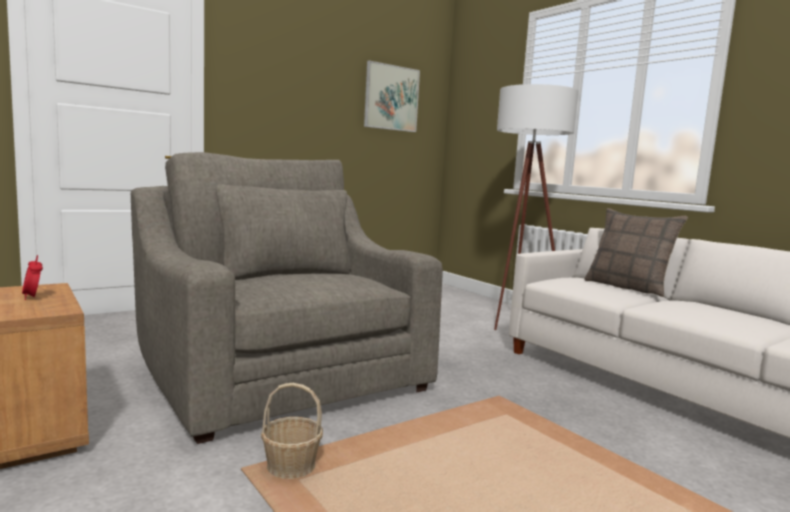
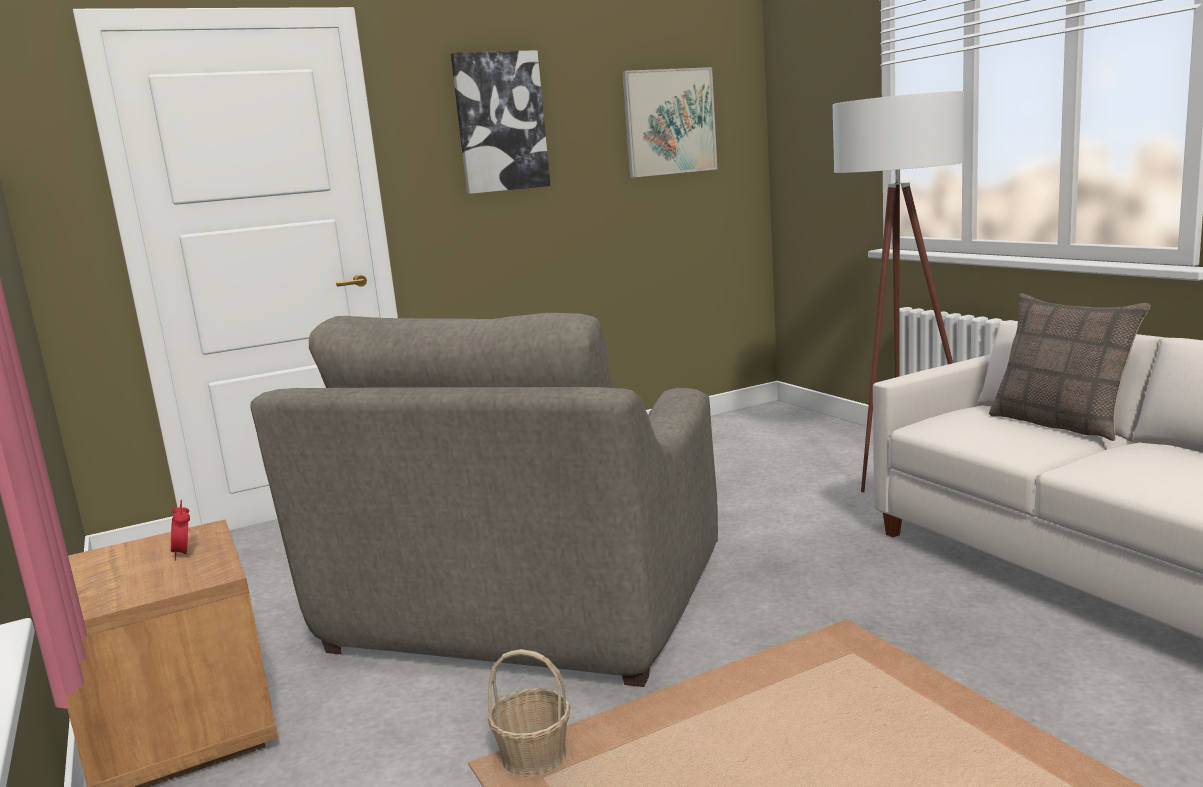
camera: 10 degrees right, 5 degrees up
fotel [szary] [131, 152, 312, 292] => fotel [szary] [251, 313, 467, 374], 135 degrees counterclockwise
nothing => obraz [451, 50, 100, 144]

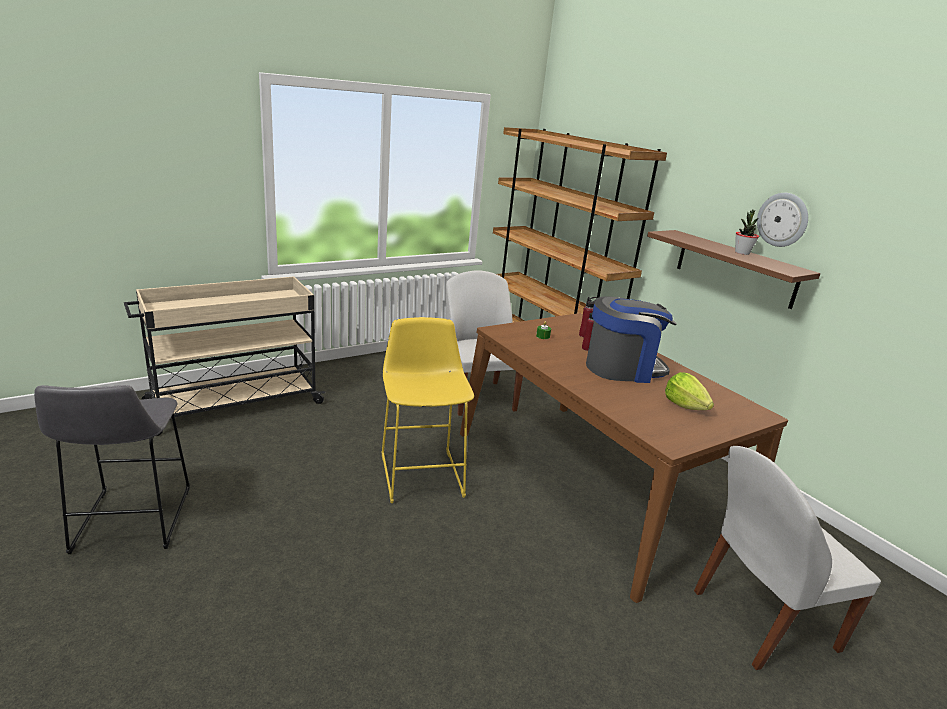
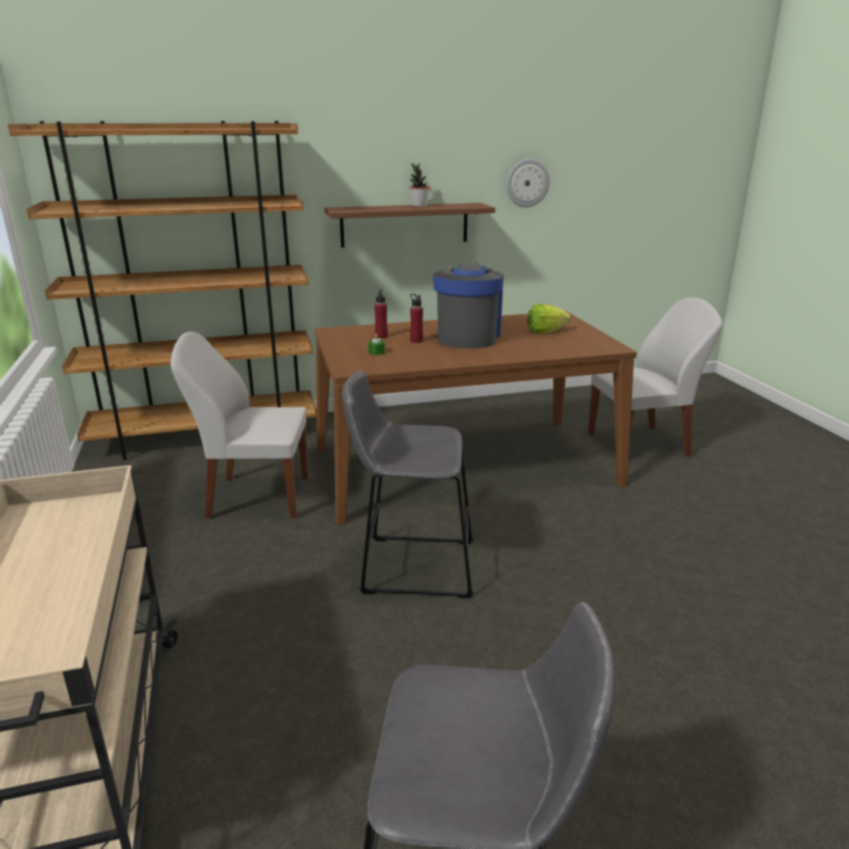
camera: 70 degrees left, 0 degrees up
stołek [żółty] [382, 317, 92, 186] => stołek [szary] [342, 370, 132, 228]
krzesło [biały] [694, 446, 187, 224] => krzesło [biały] [588, 298, 134, 159], 105 degrees counterclockwise
zegar ścienny [757, 193, 51, 54] => zegar ścienny [506, 158, 44, 49], shifted

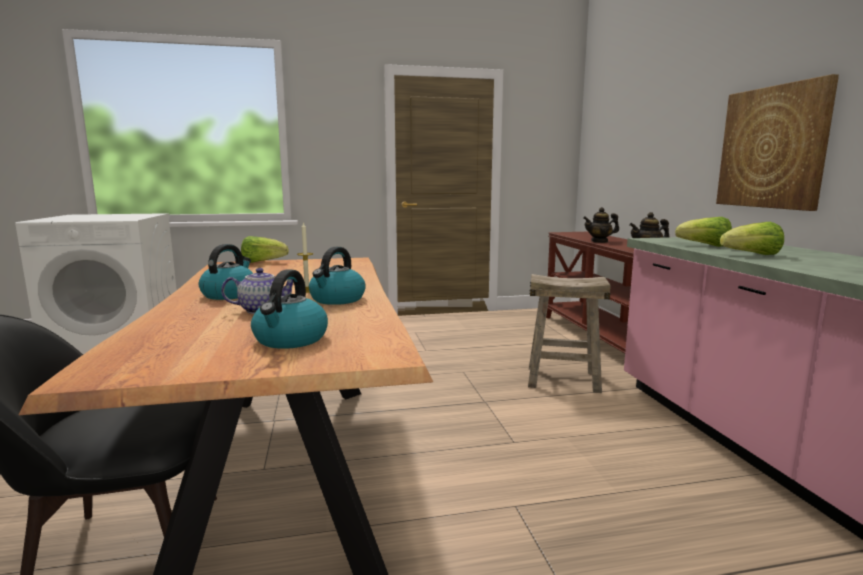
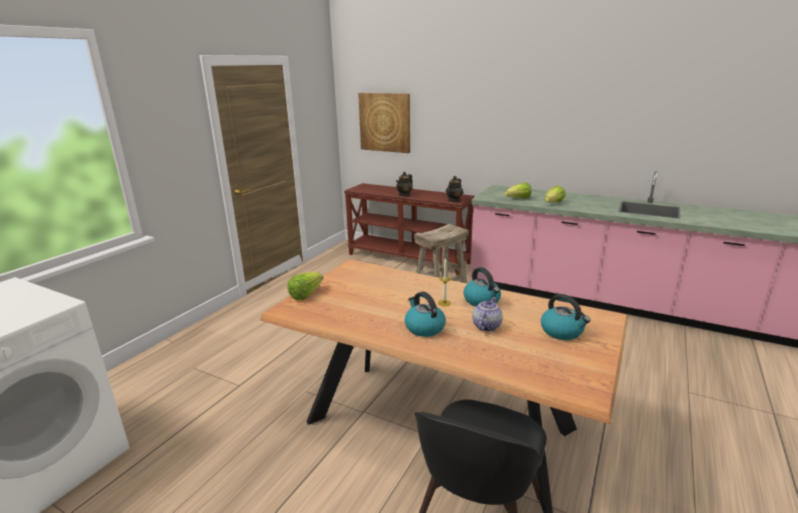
camera: 50 degrees left, 10 degrees up
obraz [716, 74, 123, 137] => obraz [358, 93, 52, 60], shifted

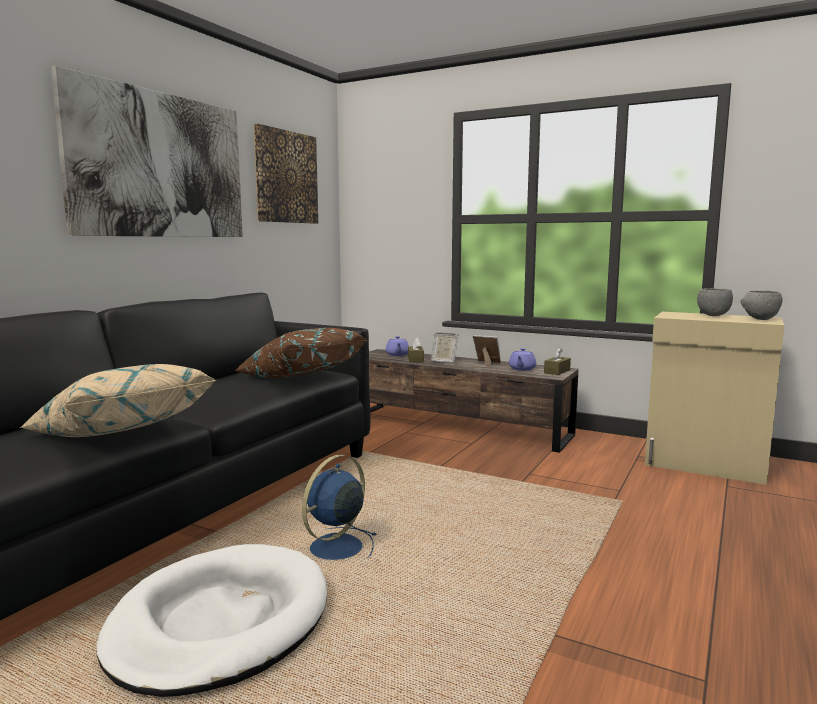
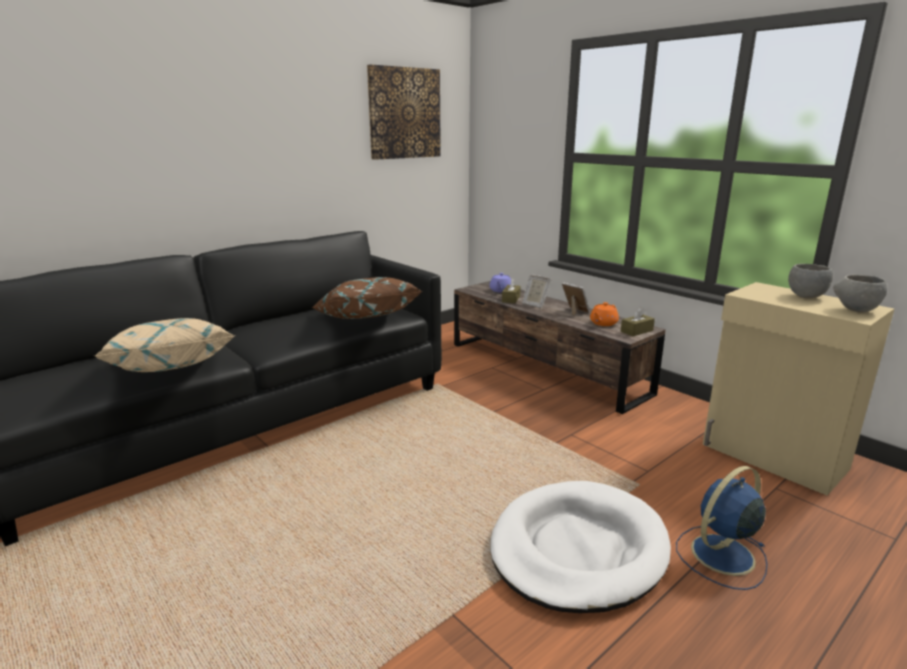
camera: 20 degrees right, 10 degrees up
obraz [51, 66, 192, 171] => nothing
legowisko [biały] [96, 544, 231, 153] => legowisko [biały] [490, 481, 181, 132], shifted
wentylator [niebieski] [302, 455, 75, 105] => wentylator [niebieski] [676, 466, 91, 124], shifted
imbryk [fioletowy] [509, 348, 27, 23] => imbryk [pomarańczowy] [590, 302, 29, 24]

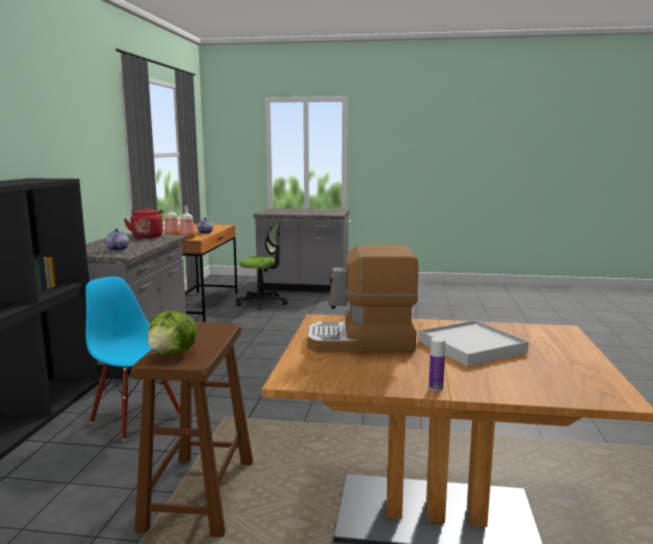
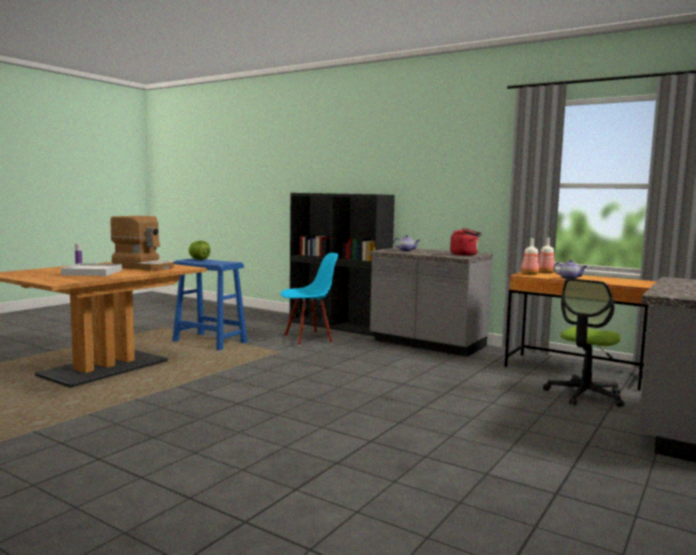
camera: 115 degrees right, 5 degrees down
stołek [brązowy] [131, 322, 122, 215] => stołek [niebieski] [172, 258, 76, 92]
ekspres do kawy [307, 245, 112, 107] => ekspres do kawy [110, 216, 64, 55], 90 degrees clockwise

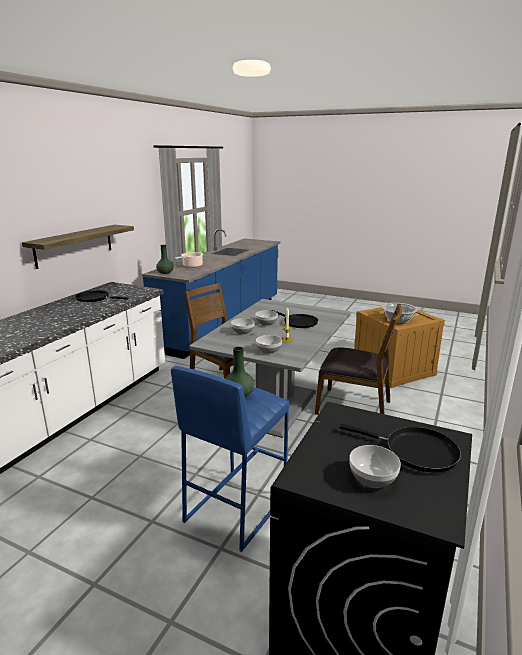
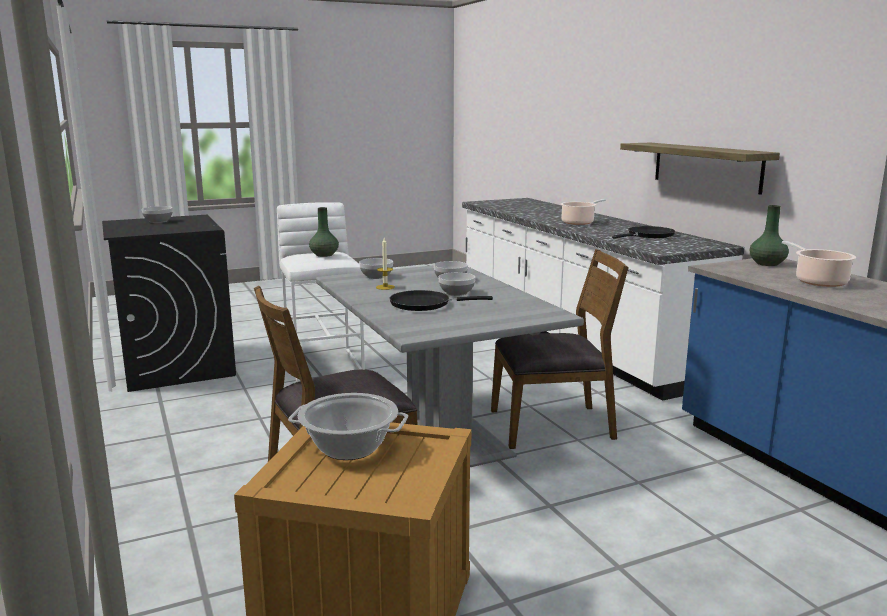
camera: 130 degrees right, 5 degrees down
stołek [niebieski] [171, 366, 118, 186] => stołek [biały] [277, 202, 88, 180]
patelnia [czarny] [340, 424, 121, 48] => nothing
nothing => garnek [561, 199, 45, 26]

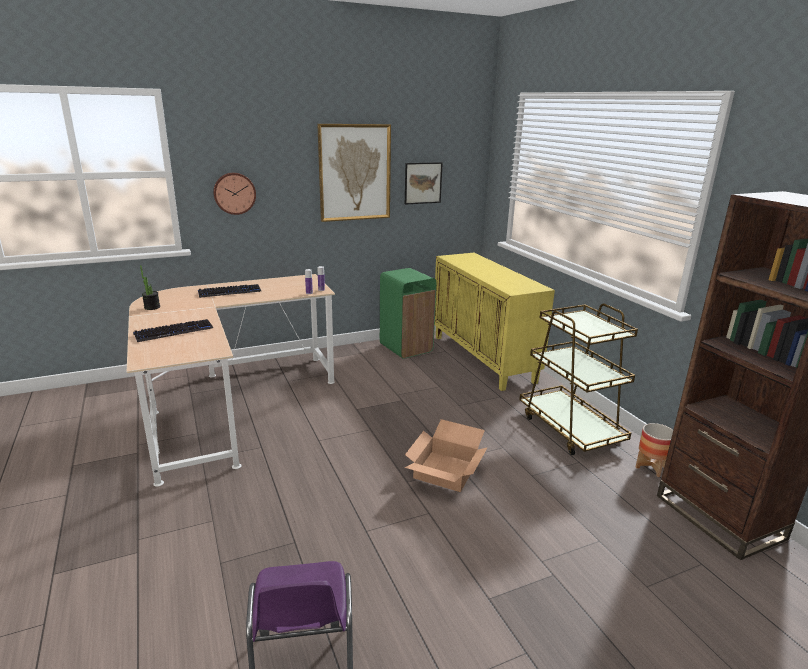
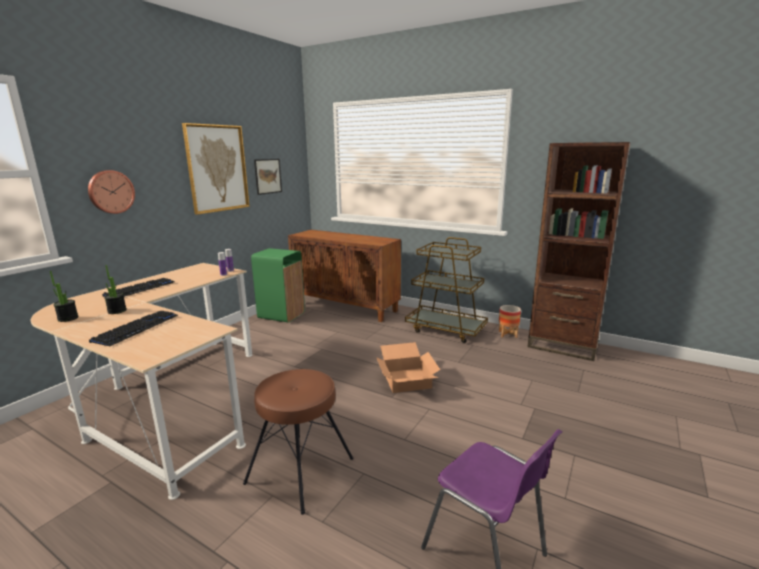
camera: 35 degrees left, 5 degrees down
szafka [żółty] [435, 253, 120, 138] => szafka [brązowy] [288, 230, 113, 92]
nothing => roślina doniczkowa [104, 265, 23, 49]
nothing => stołek [brązowy] [243, 369, 111, 146]

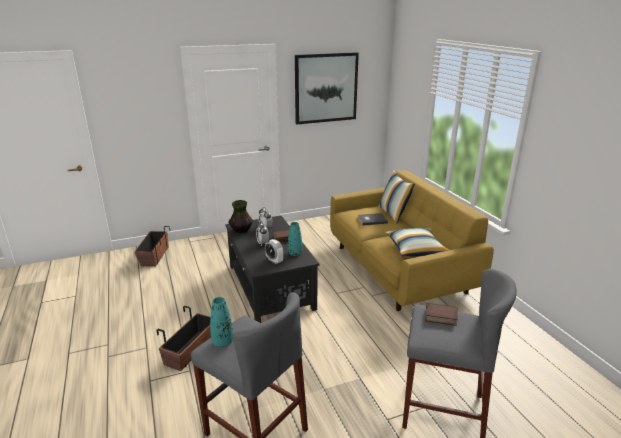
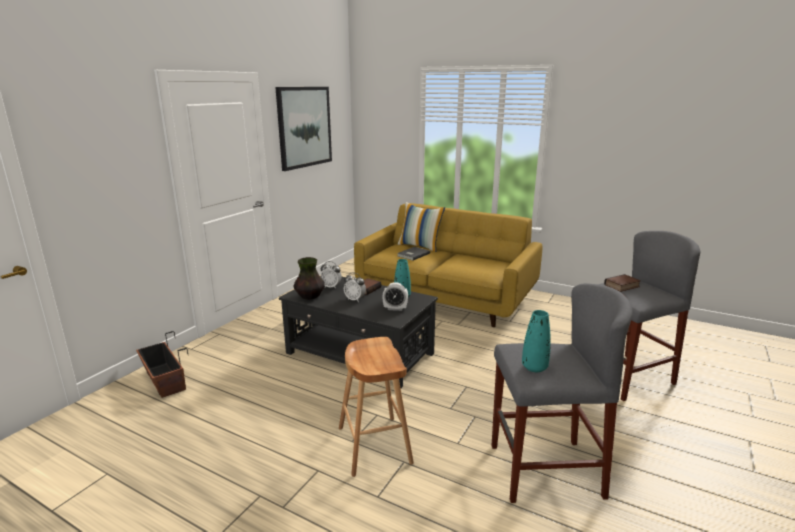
camera: 40 degrees left, 5 degrees down
donica [156, 306, 55, 65] => stołek [brązowy] [339, 337, 75, 140]
poduszka [385, 228, 64, 29] => nothing

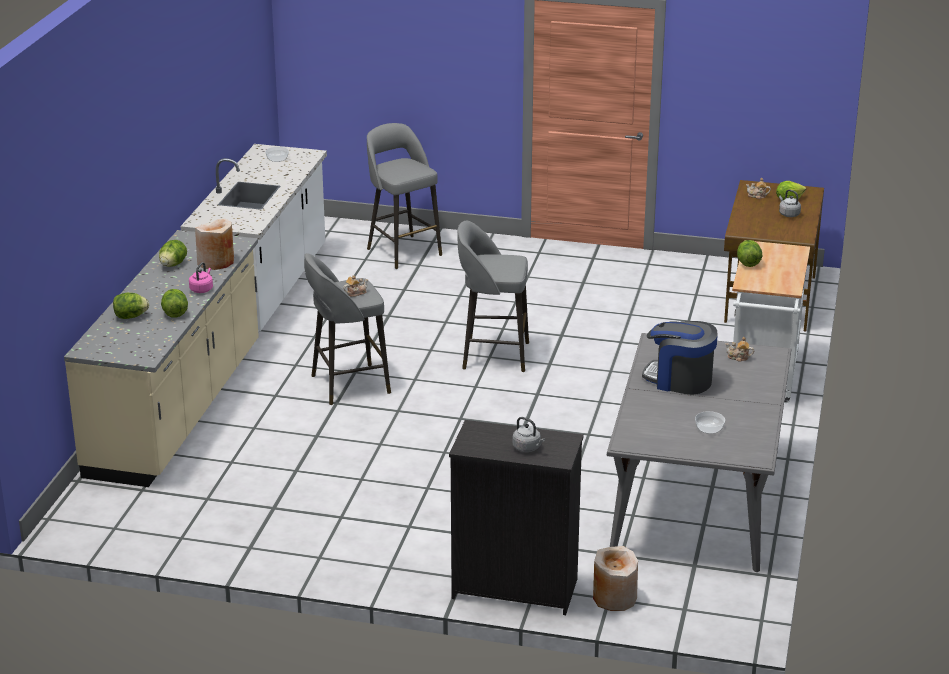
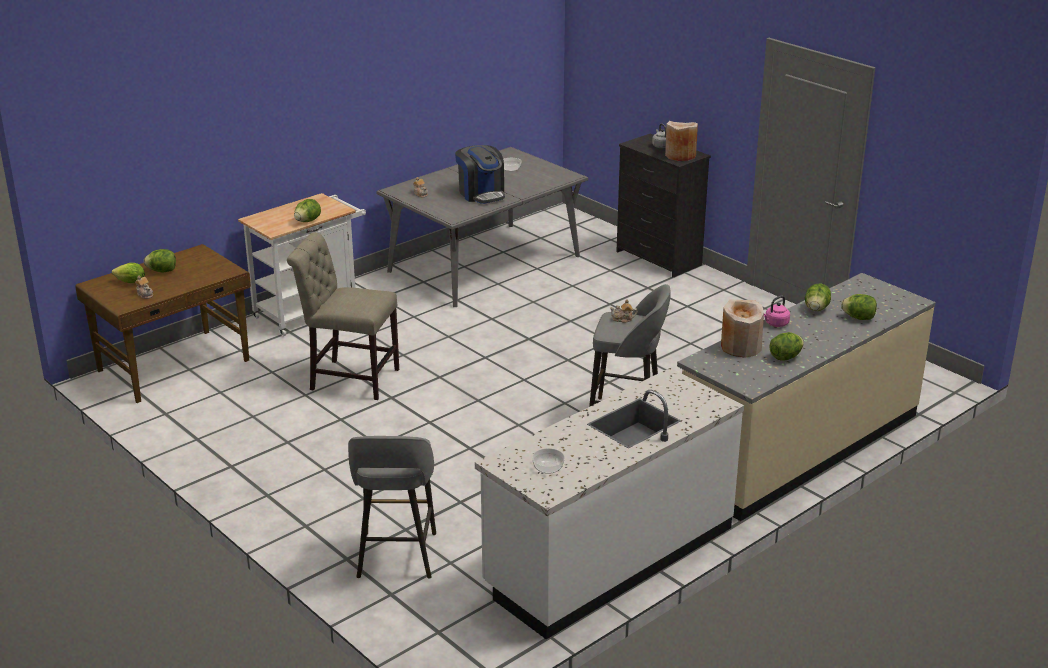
camera: 145 degrees left, 0 degrees up
stołek [szary] [457, 220, 72, 152] => nothing
wazon [beżowy] [593, 546, 45, 65] => wazon [beżowy] [665, 121, 33, 40], shifted
czajnik [szary] [779, 189, 22, 28] => sałata [144, 249, 32, 24]
nothing => krzesło [beżowy] [287, 232, 112, 168]

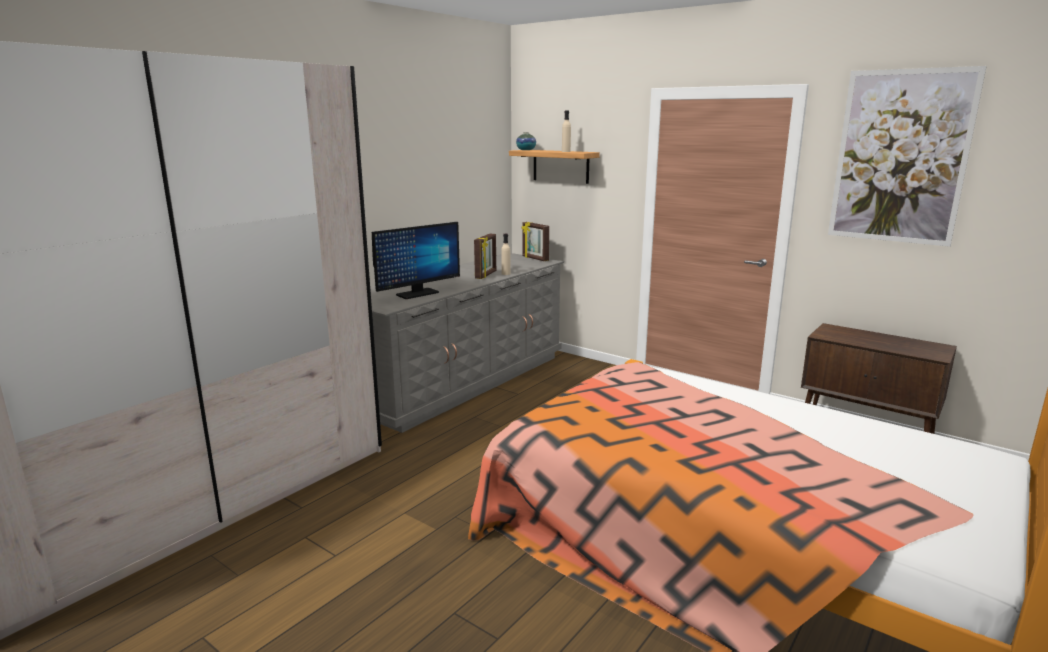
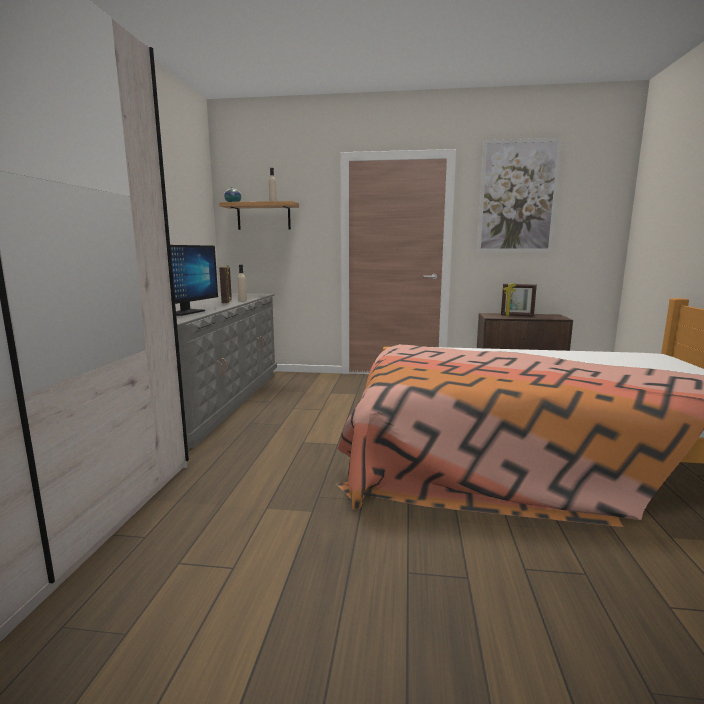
camera: 30 degrees left, 5 degrees down
ramka na zdjęcie [522, 222, 27, 39] => ramka na zdjęcie [501, 283, 36, 34], shifted

